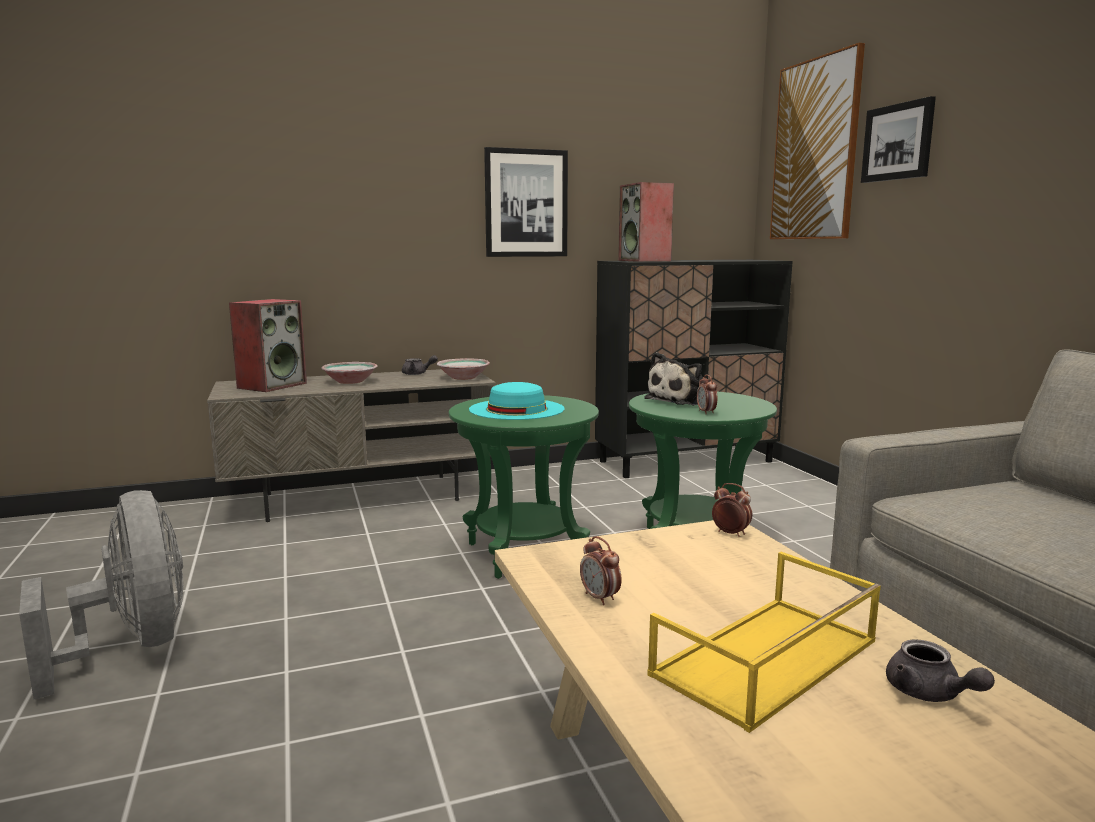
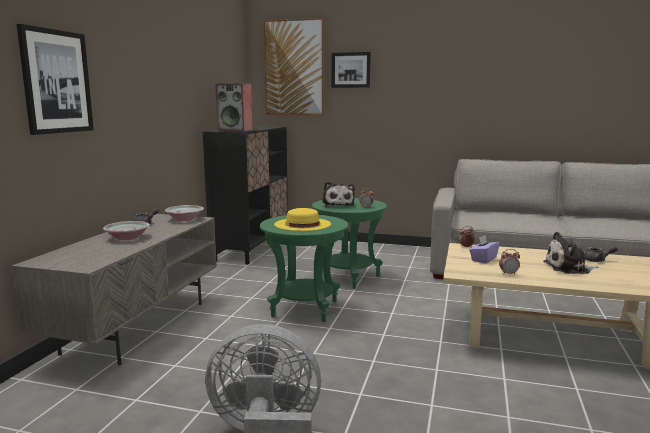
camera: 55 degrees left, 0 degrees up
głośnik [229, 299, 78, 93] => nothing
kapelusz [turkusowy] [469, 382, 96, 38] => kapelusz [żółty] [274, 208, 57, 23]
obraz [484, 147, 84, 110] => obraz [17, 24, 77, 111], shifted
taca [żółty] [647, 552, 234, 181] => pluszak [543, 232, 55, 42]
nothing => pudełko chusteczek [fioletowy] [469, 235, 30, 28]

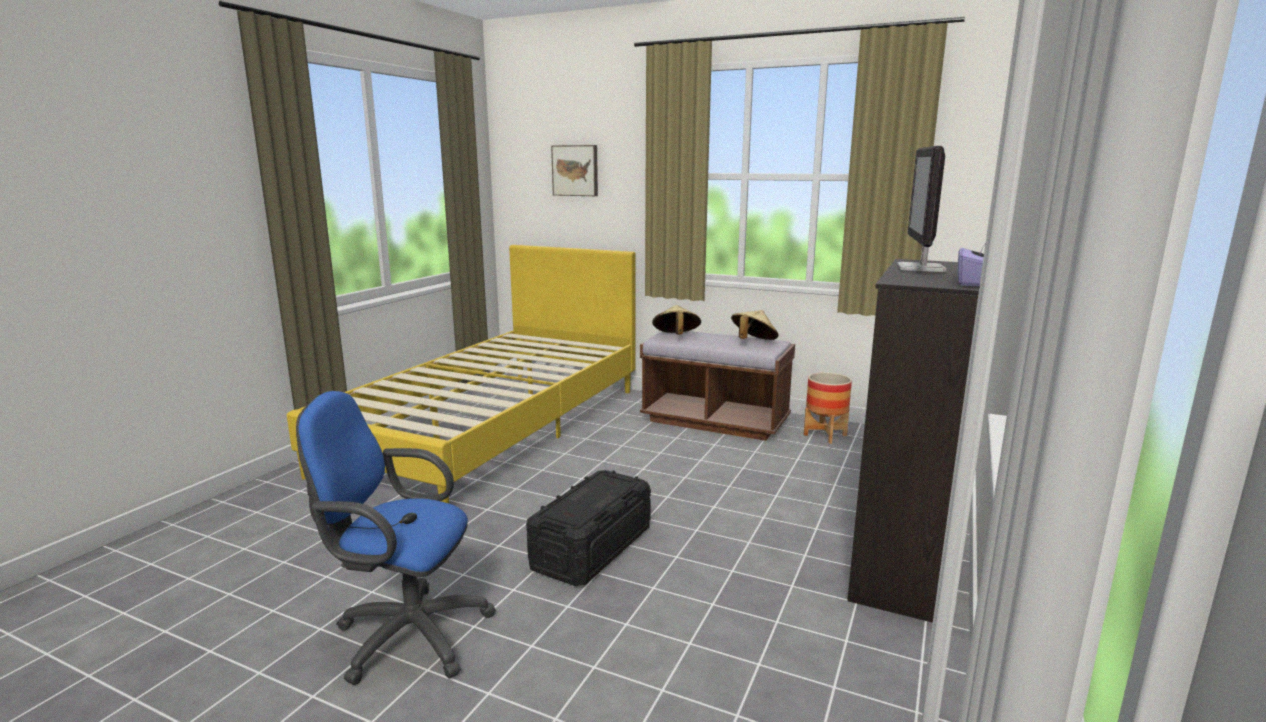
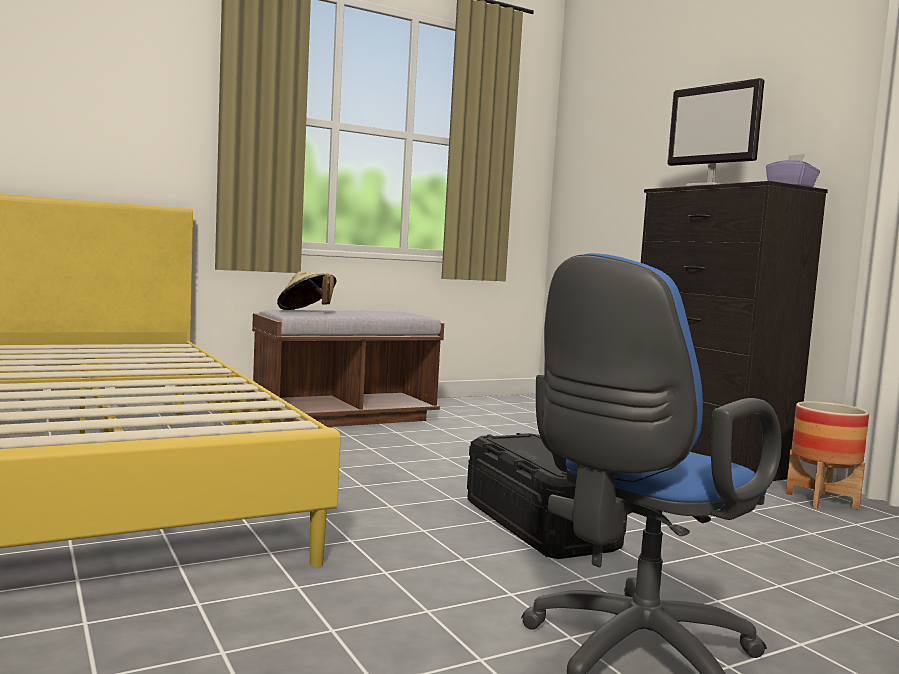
camera: 55 degrees left, 10 degrees down
obraz [551, 145, 47, 51] => nothing
kapelusz [beżowy] [731, 310, 48, 30] => nothing
donica [804, 372, 48, 72] => donica [786, 401, 83, 108], shifted

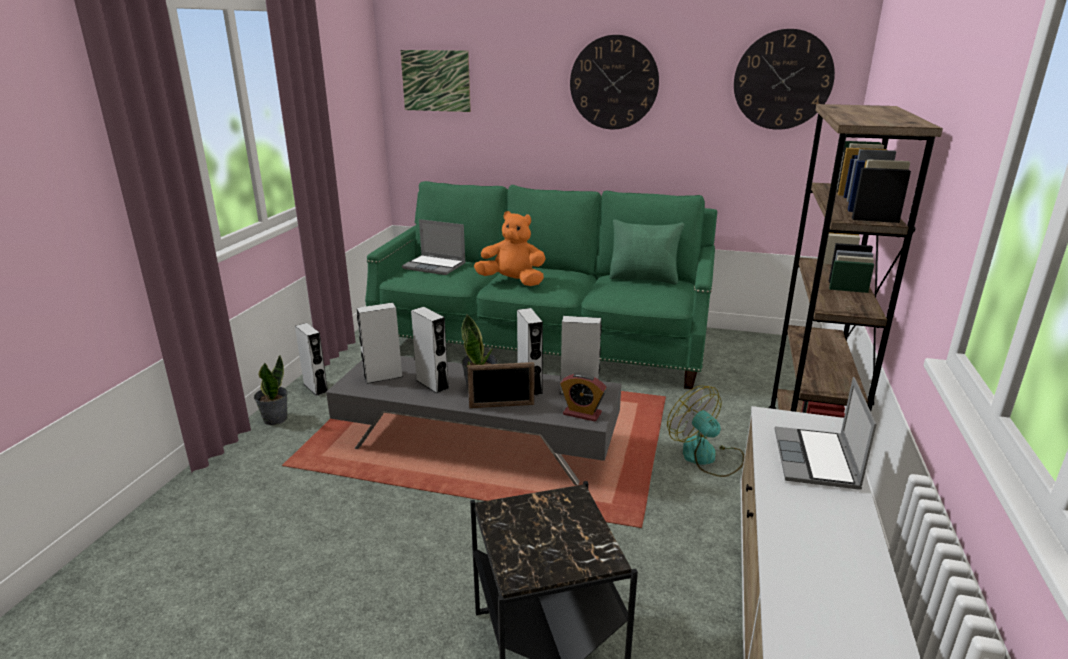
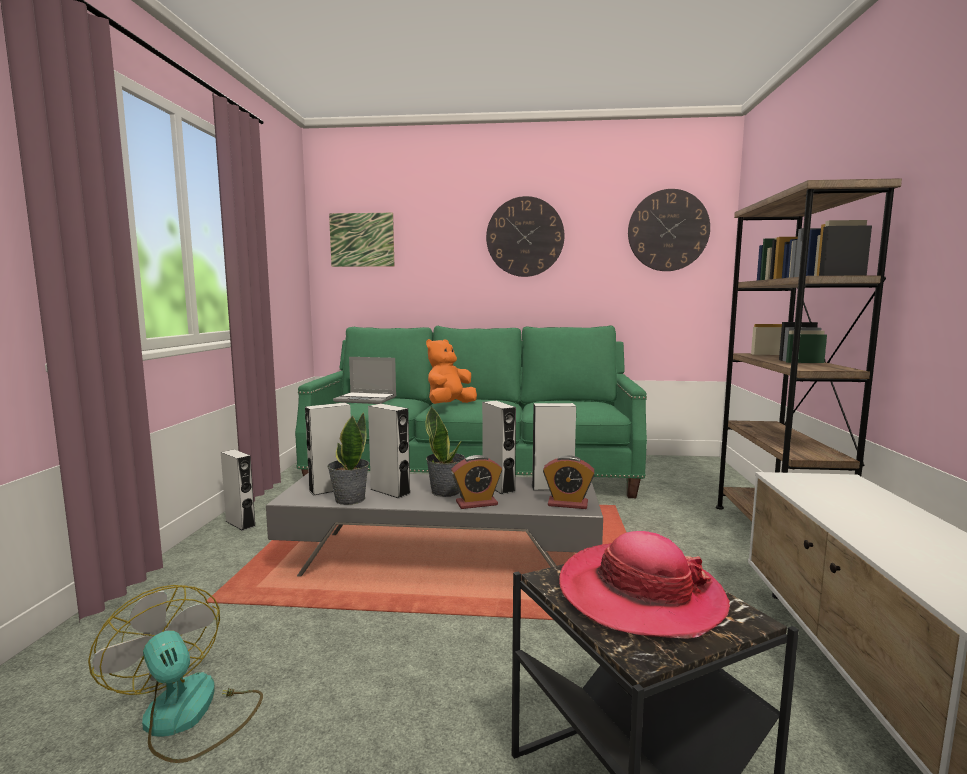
camera: 10 degrees left, 15 degrees down
roślina doniczkowa [254, 355, 34, 70] => roślina doniczkowa [327, 412, 42, 93], shifted
ramka na zdjęcie [467, 362, 67, 46] => budzik [451, 455, 51, 54]
pluszak [pomarańczowy] [474, 211, 72, 75] => pluszak [pomarańczowy] [426, 339, 51, 65], 60 degrees counterclockwise
poduszka [zielony] [609, 219, 75, 66] => nothing
wentylator [667, 385, 77, 92] => wentylator [88, 585, 175, 178], shifted
laptop [775, 377, 102, 112] => nothing
nothing => kapelusz [559, 531, 171, 108]

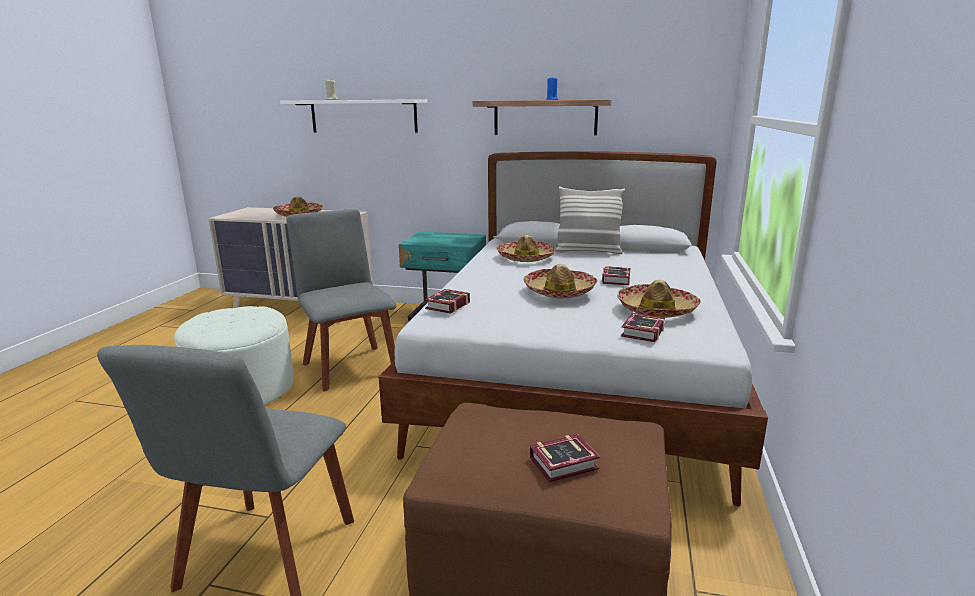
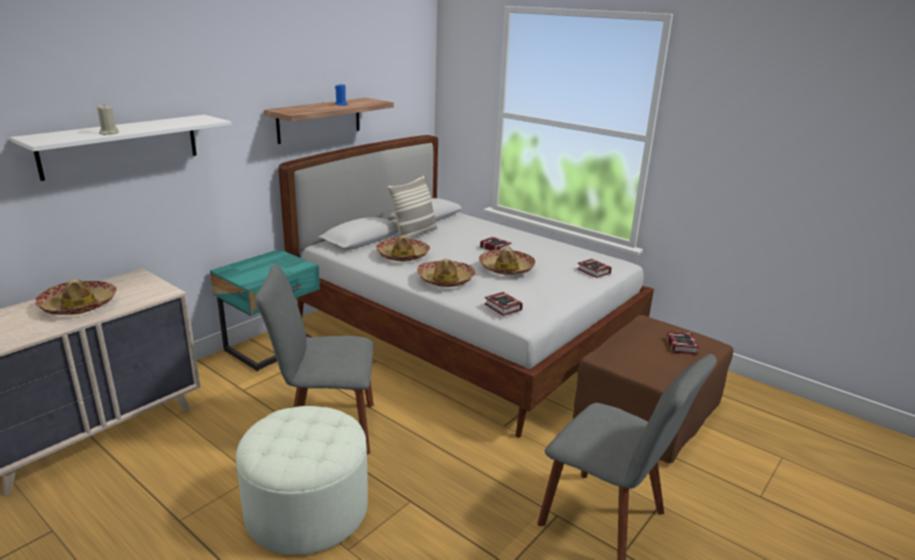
camera: 65 degrees left, 5 degrees up
kapelusz [617, 280, 84, 38] => kapelusz [417, 258, 58, 29], shifted

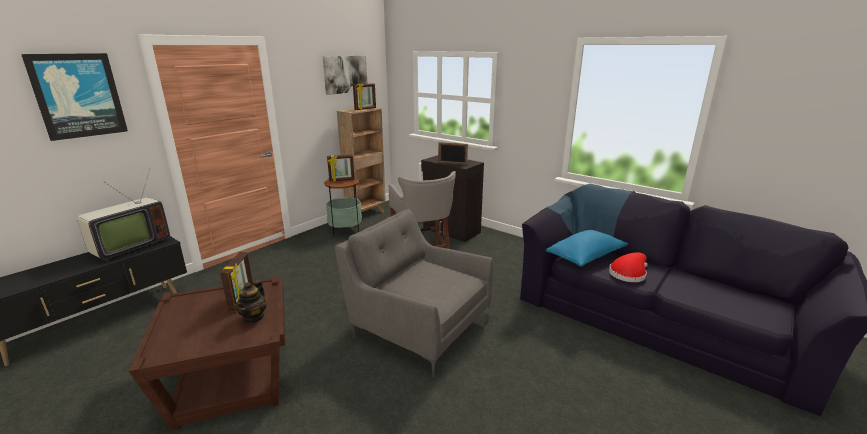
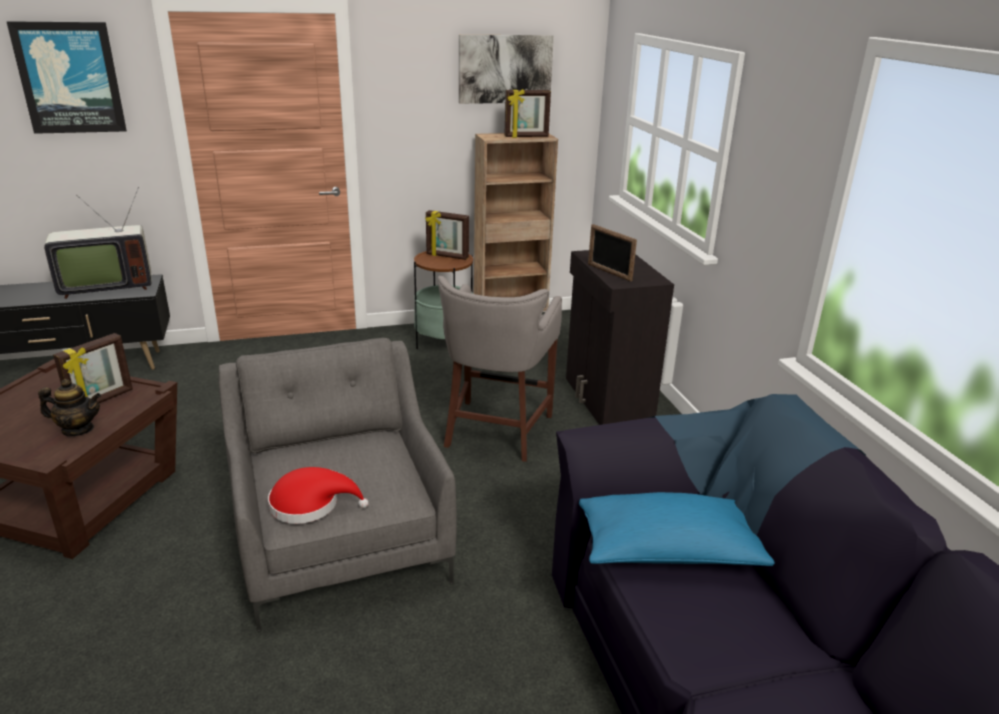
camera: 35 degrees right, 5 degrees up
imbryk [235, 280, 32, 43] => imbryk [38, 379, 63, 57], 135 degrees counterclockwise
kapelusz [czerwony] [609, 252, 39, 30] => kapelusz [czerwony] [268, 467, 101, 57], shifted

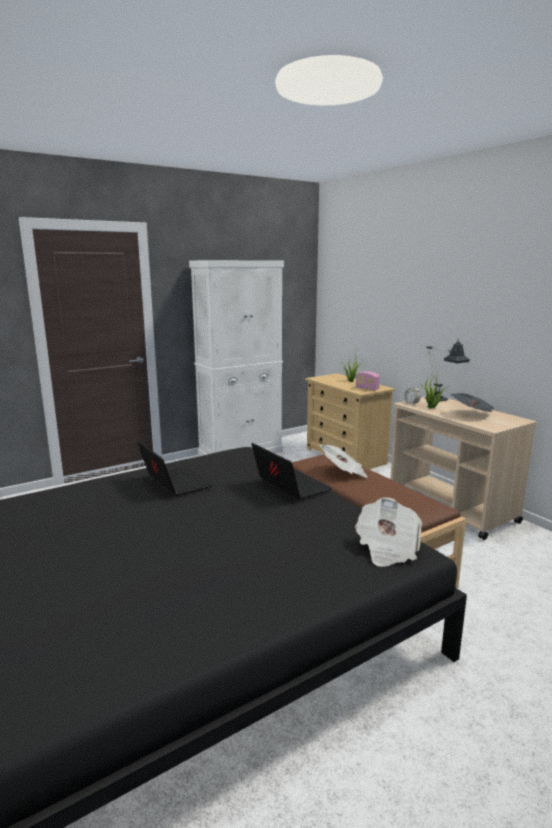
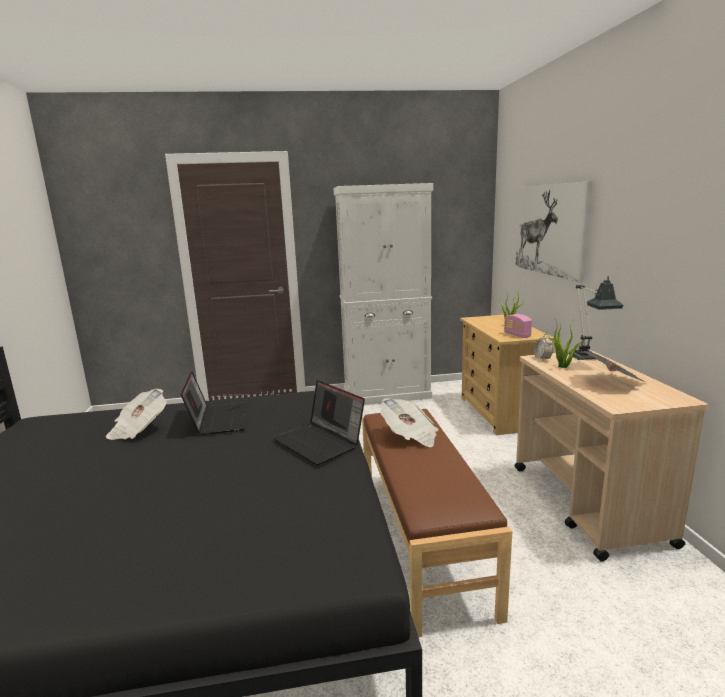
camera: 25 degrees right, 0 degrees up
laptop [251, 443, 80, 57] => laptop [273, 380, 92, 85], 150 degrees clockwise
gazeta [355, 497, 67, 70] => gazeta [106, 389, 61, 51], shifted
nothing => obraz [515, 181, 78, 102]

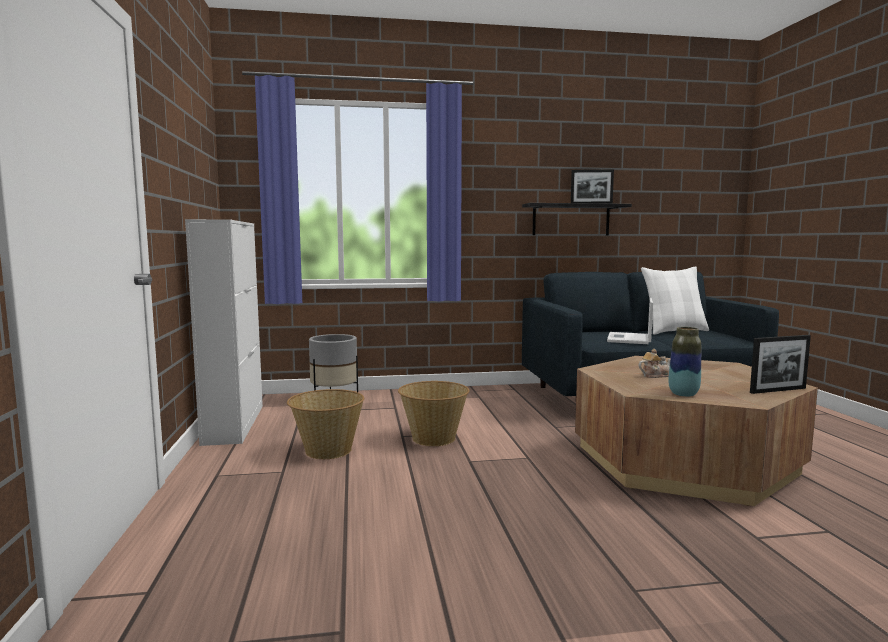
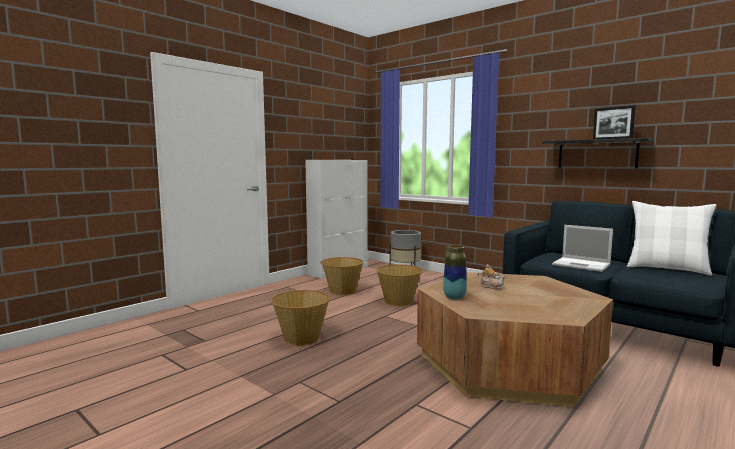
camera: 50 degrees right, 0 degrees up
laptop [607, 297, 46, 47] => laptop [552, 225, 61, 47], 120 degrees counterclockwise
ramka na zdjęcie [750, 335, 61, 59] => nothing
nothing => koszyk [271, 290, 59, 56]

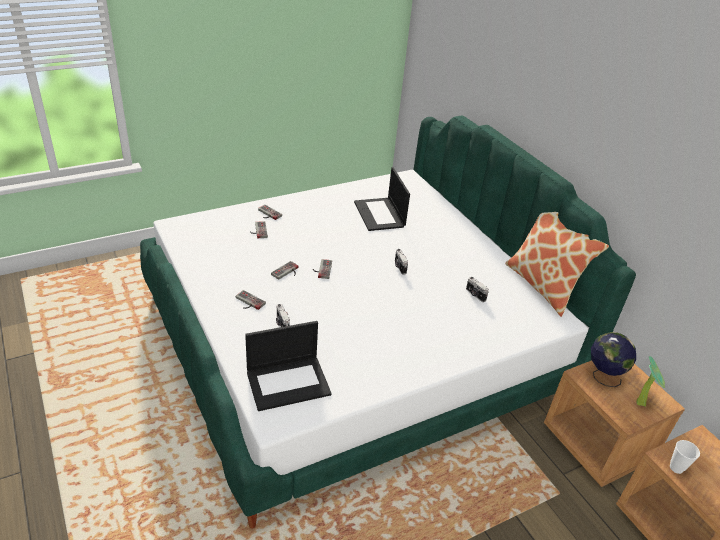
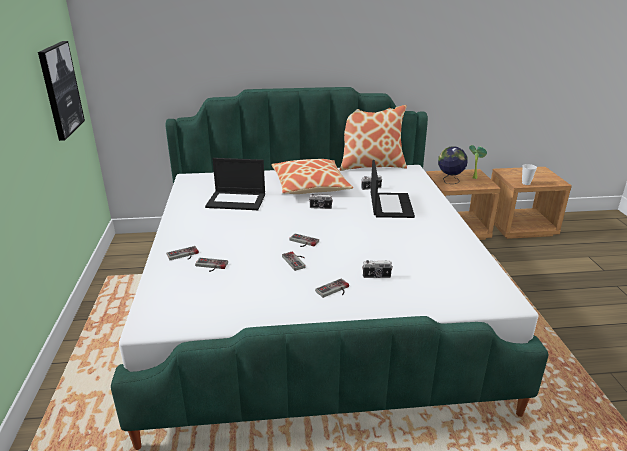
camera: 65 degrees left, 10 degrees down
laptop [245, 321, 86, 90] => laptop [371, 160, 44, 58], shifted
nothing => obraz [38, 41, 47, 100]
nothing => poduszka [272, 159, 81, 35]

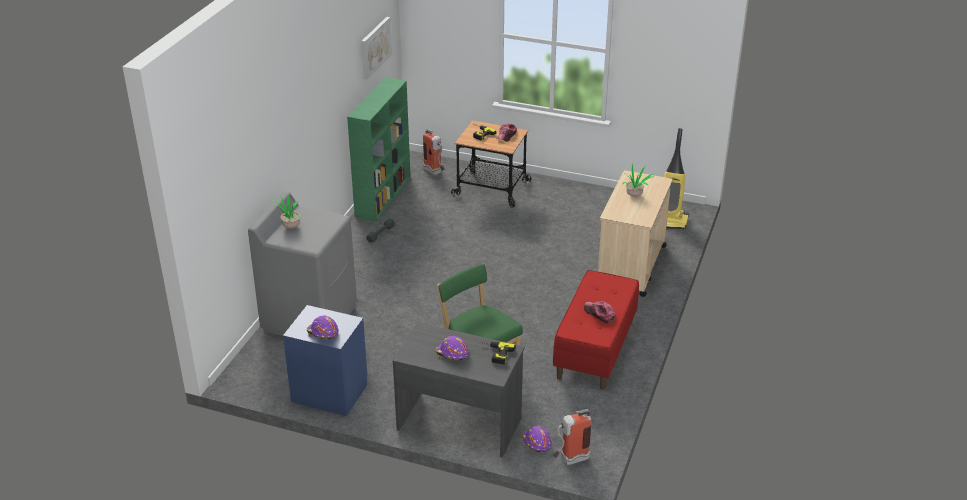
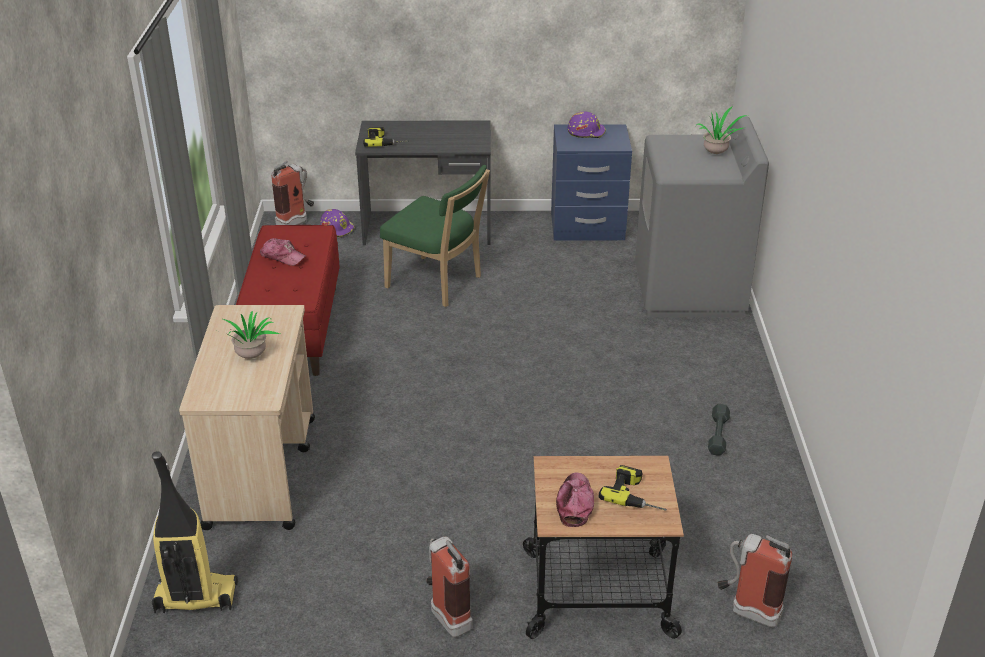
camera: 160 degrees right, 0 degrees up
regał [zielony] [347, 77, 64, 144] => nothing
obraz [361, 17, 31, 63] => nothing
kask [fioletowy] [436, 336, 33, 24] => nothing
nothing => gaśnica [426, 537, 47, 100]

